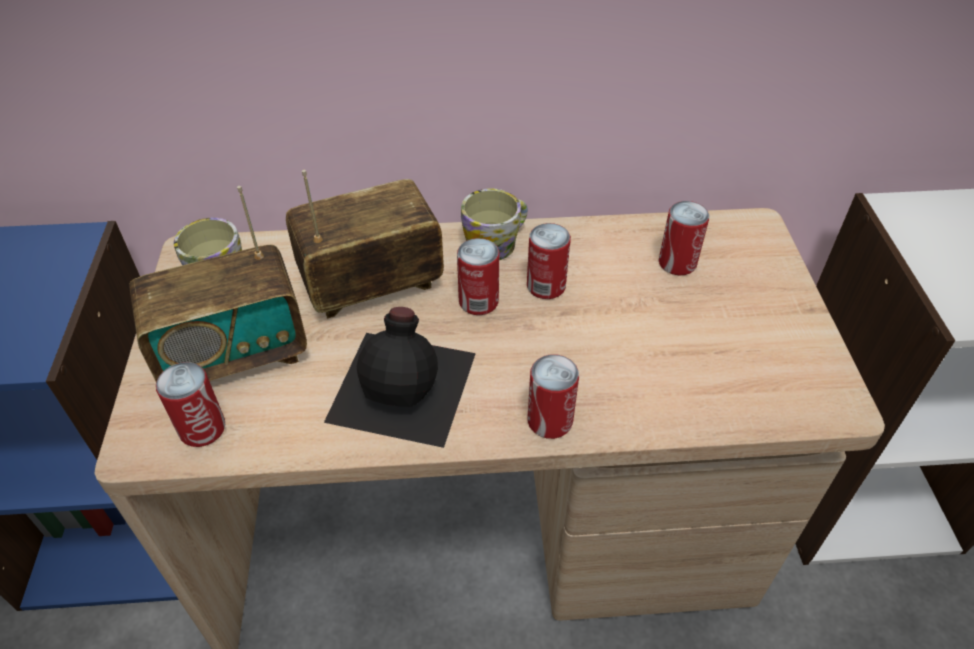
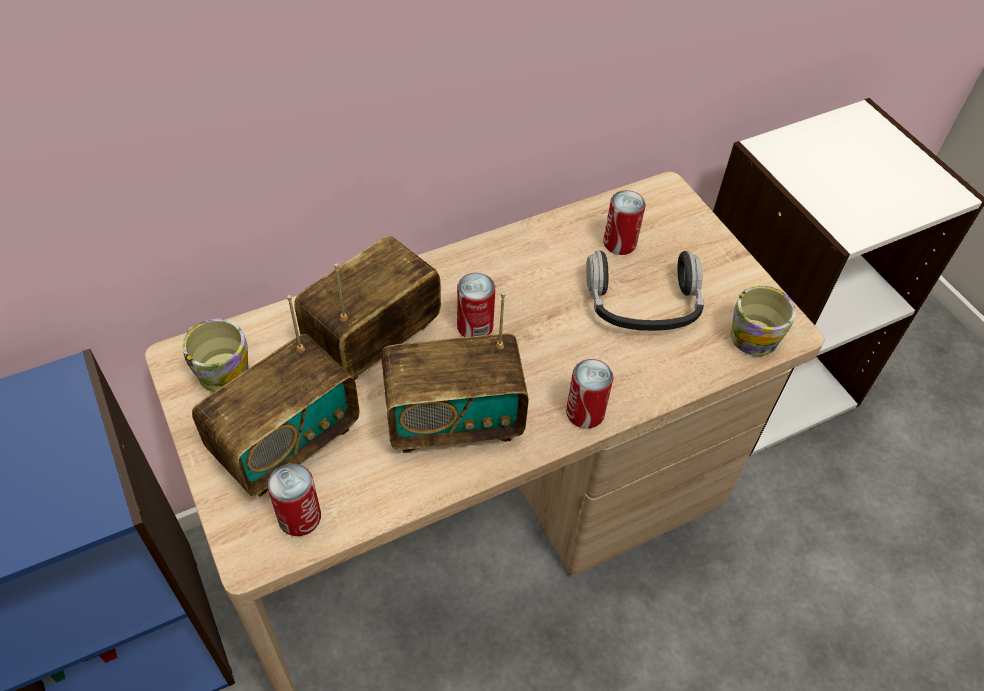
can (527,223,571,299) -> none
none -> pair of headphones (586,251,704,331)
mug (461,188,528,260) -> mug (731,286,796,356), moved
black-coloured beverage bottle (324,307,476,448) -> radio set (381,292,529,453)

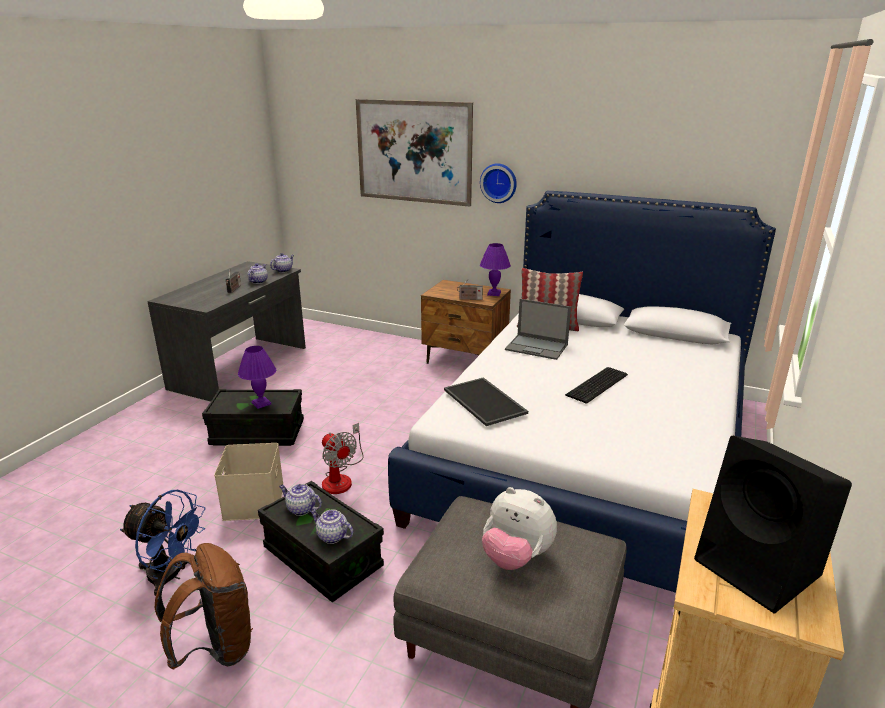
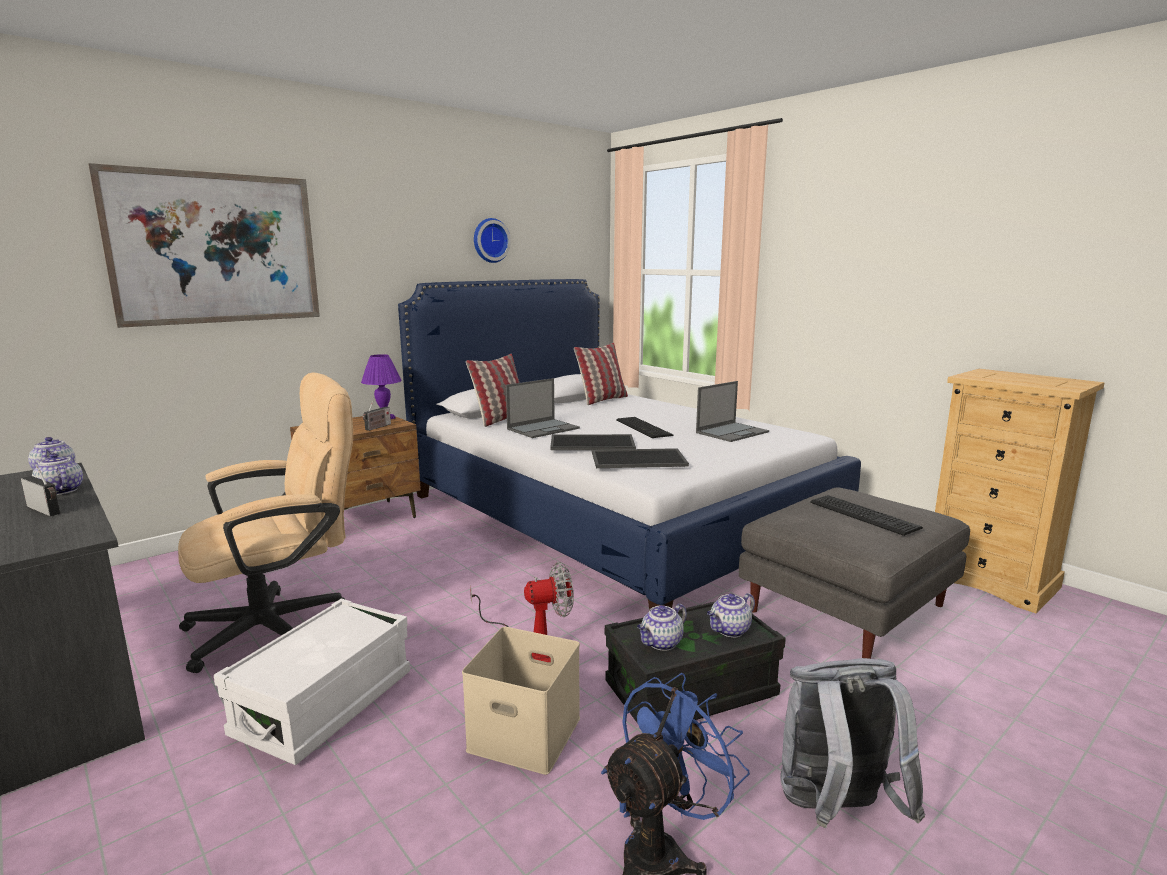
purplish table lamp (238,346,276,409) -> none
black-coloured loudspeaker (694,436,852,614) -> none
none -> sand-coloured office chair (178,372,353,673)
none -> carrying tray (550,434,636,450)
none -> cushion (574,343,628,405)
none -> laptop (696,381,769,442)
clock on the wall (480,163,517,203) -> clock on the wall (474,218,511,263), moved
cuddly toy (482,487,557,570) -> keyboard (810,495,923,536)
brown backpack (155,543,253,670) -> gray backpack (780,658,925,828)
black-coloured storage box (202,389,304,446) -> white-coloured storage box (214,598,410,765)

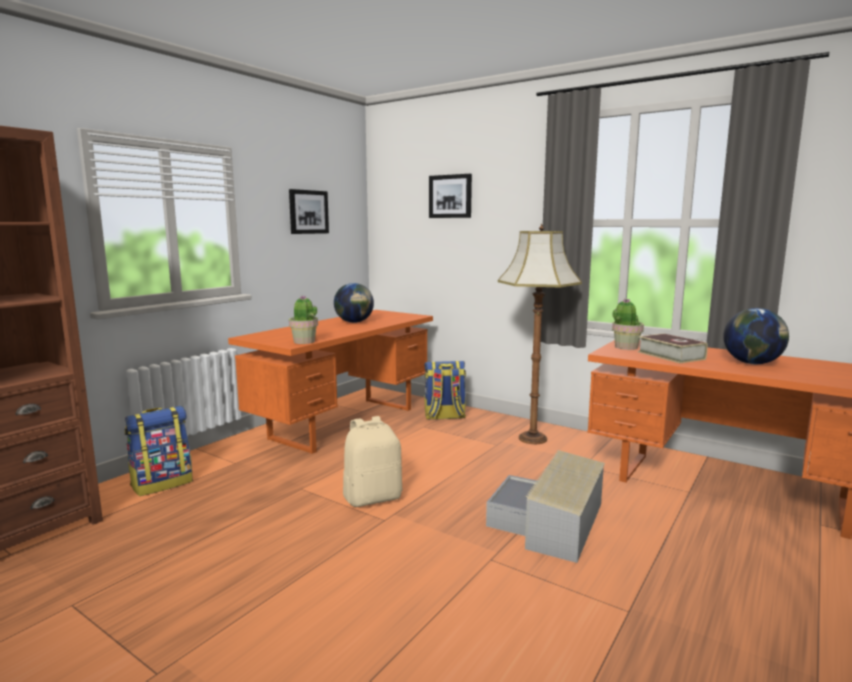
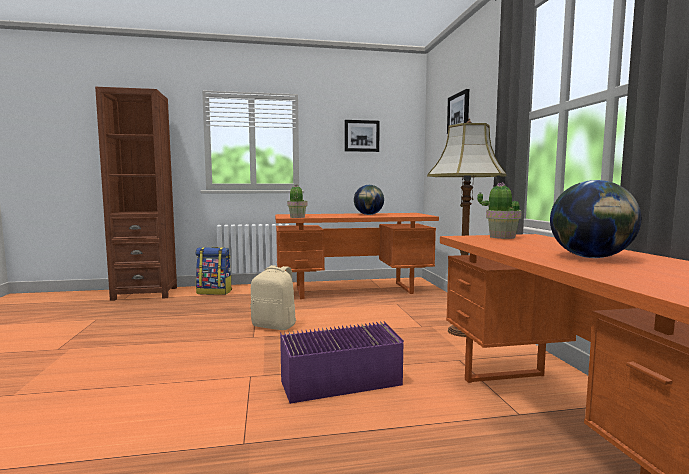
backpack (425,361,466,420) -> none
volume (638,333,708,363) -> none
gray storage box (486,450,605,563) -> purplish storage box (280,321,404,404)

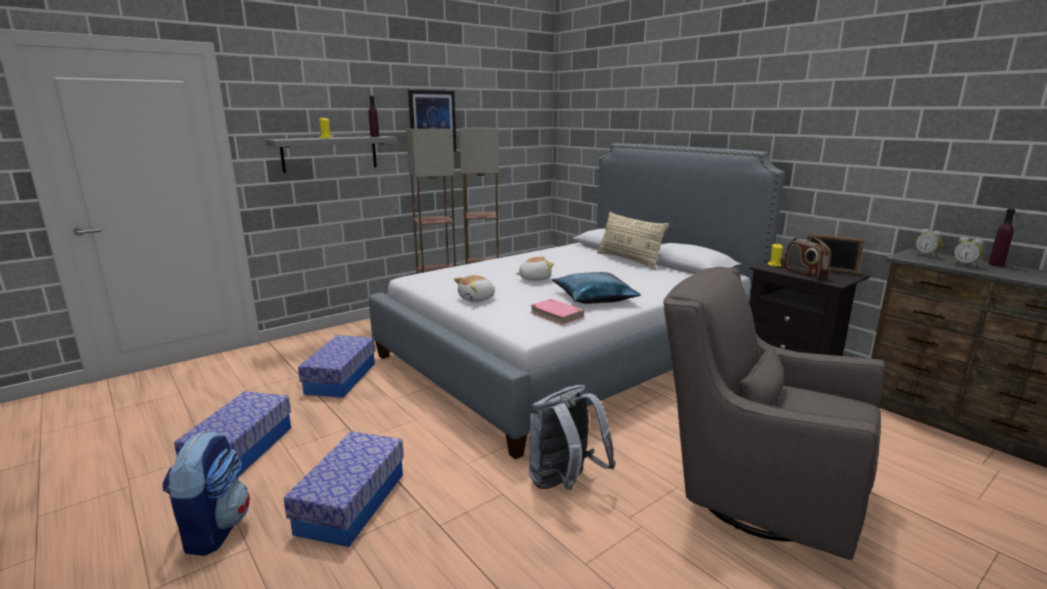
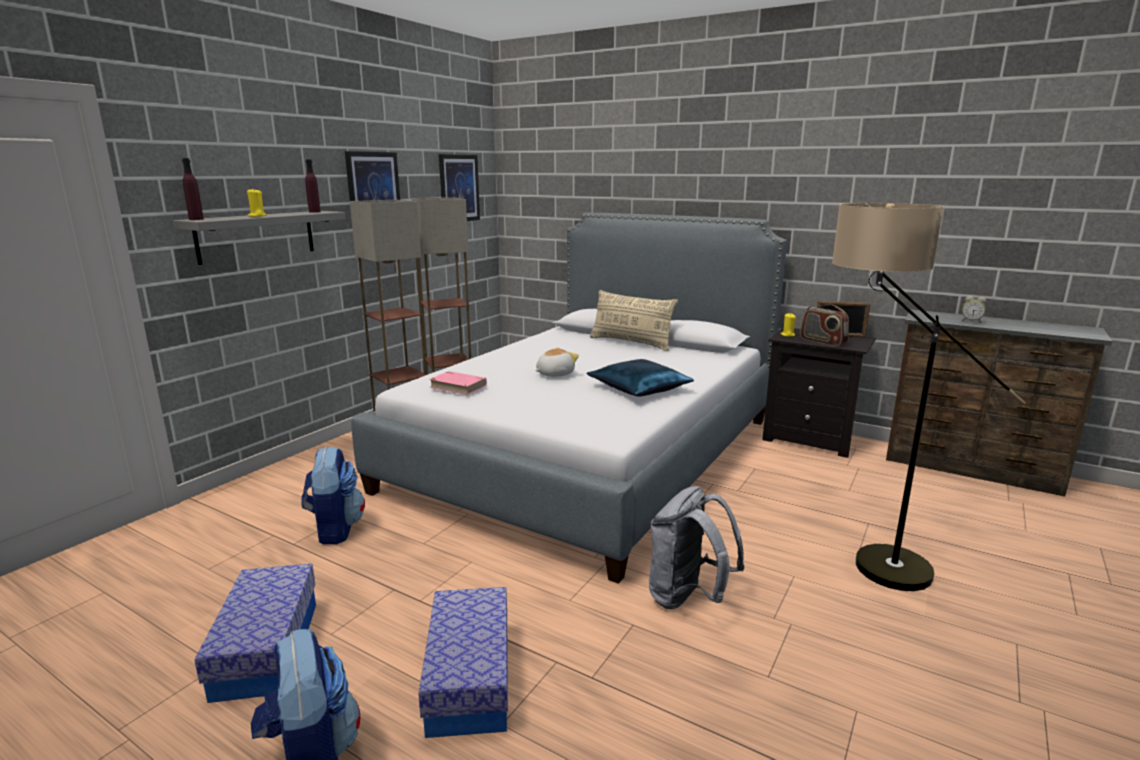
cuddly toy (454,275,495,302) -> none
table clock (915,229,942,258) -> none
none -> wall art (439,154,480,221)
pink volume (530,299,584,325) -> pink volume (429,371,487,395), moved
purplish beverage bottle (989,209,1015,267) -> purplish beverage bottle (182,158,204,220), moved
storage box (298,335,375,398) -> backpack (301,446,365,544)
gray armchair (663,267,885,560) -> standard lamp (832,203,1025,591)

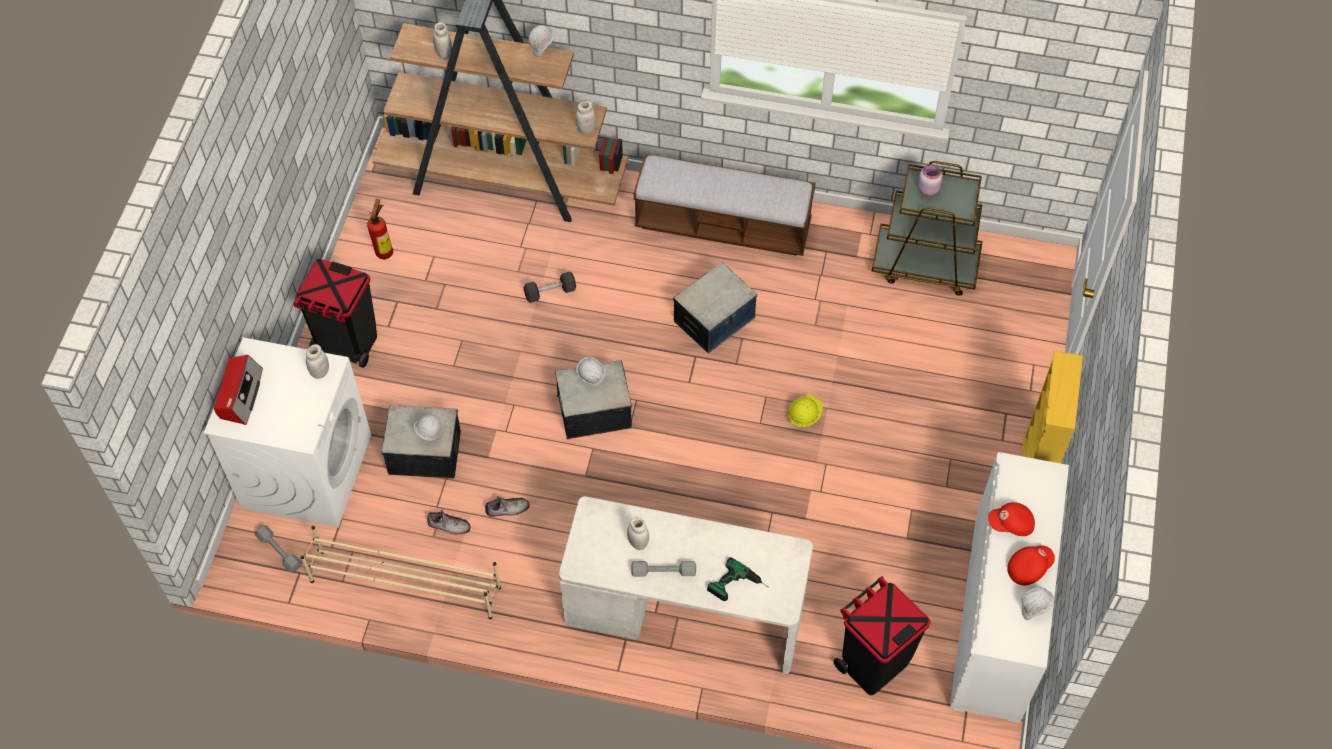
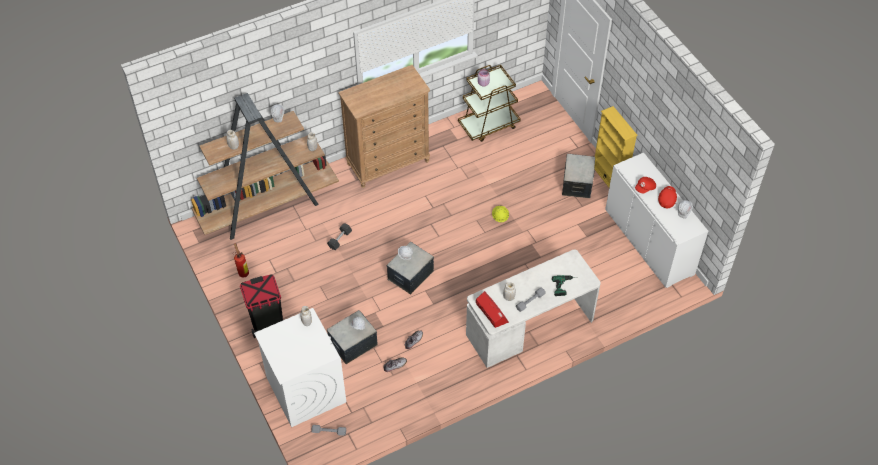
sand-coloured shoe stand (301,526,501,619) -> none
black-coloured rubbish bin (834,576,931,695) -> none
radio set (214,355,263,425) -> radio set (476,291,509,328), moved
storage box (673,263,757,353) -> storage box (562,154,595,198), moved
bench (634,154,816,256) -> brown dresser (338,65,430,188)

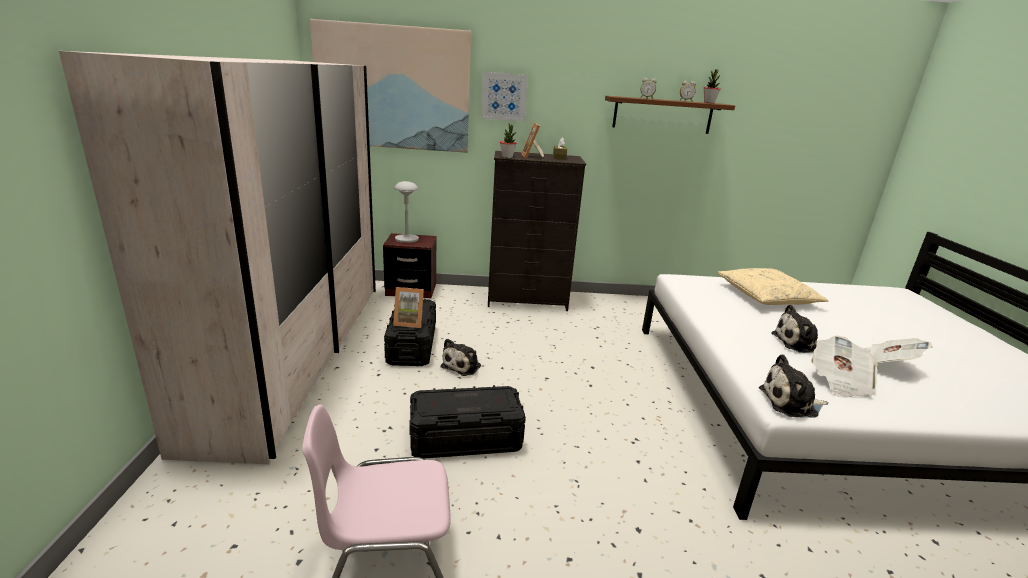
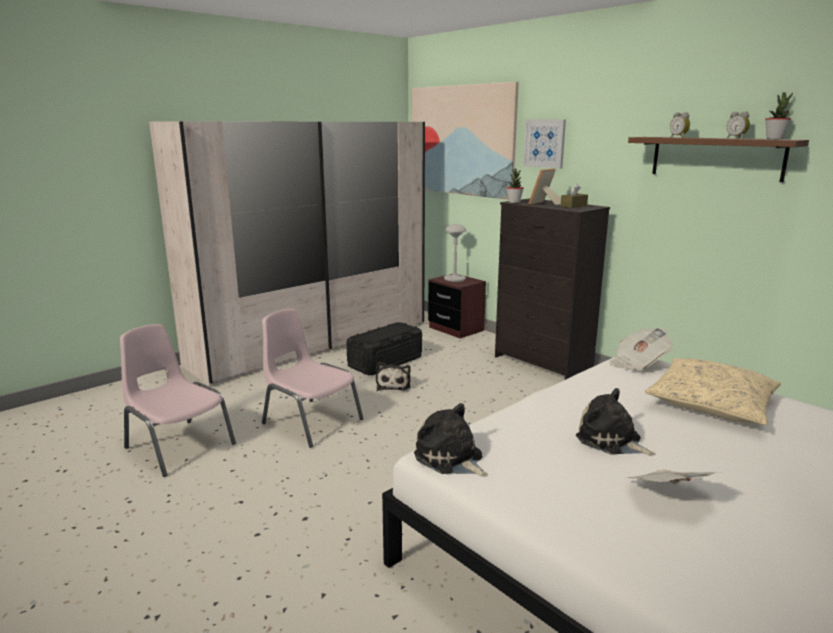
picture frame (393,287,424,328) -> none
printed paper (811,336,878,398) -> printed paper (609,328,673,371), moved
black-coloured storage box (409,385,526,459) -> pink chair (262,309,364,448)
cuddly toy (441,339,481,376) -> cuddly toy (376,362,411,391), 75 degrees counterclockwise

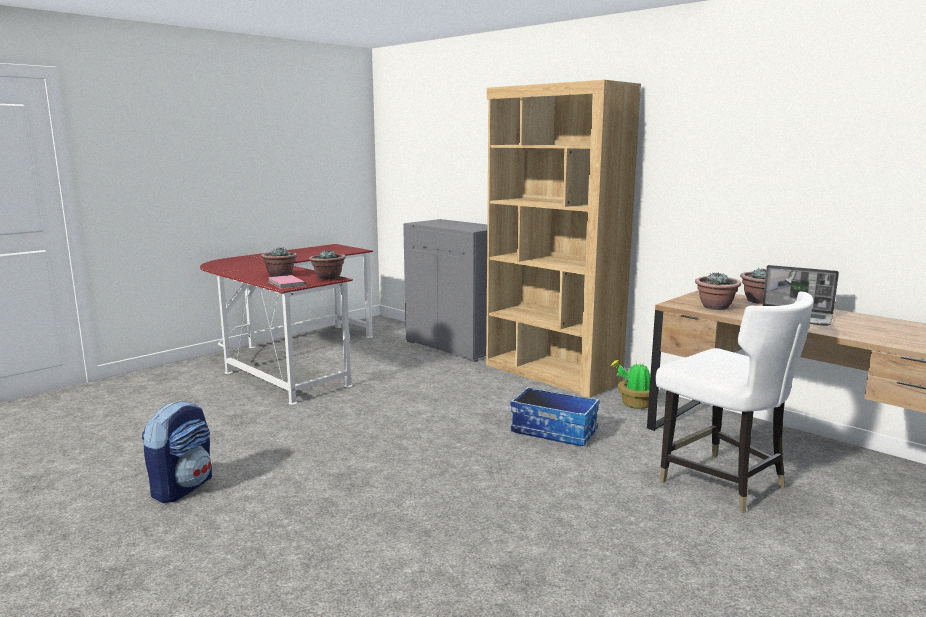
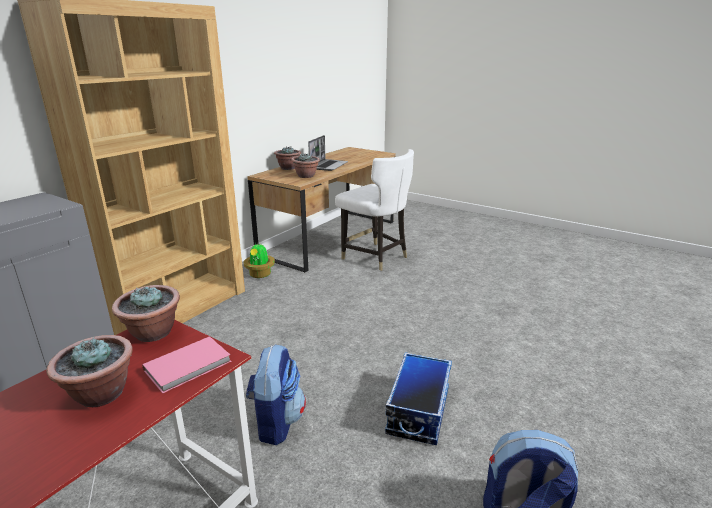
none -> backpack (246,345,306,445)
storage box (510,387,600,446) -> storage box (385,352,452,445), moved
white-coloured chair (656,292,813,513) -> white-coloured chair (335,149,414,271), 90 degrees clockwise

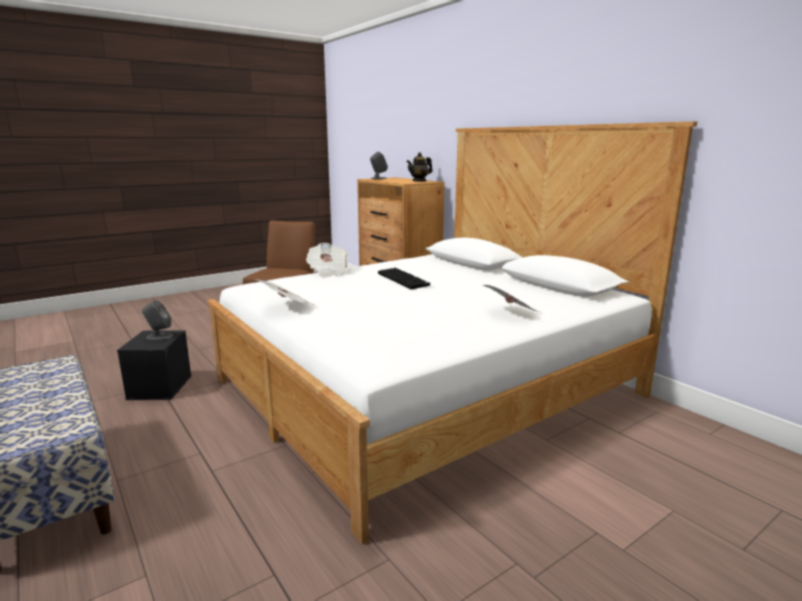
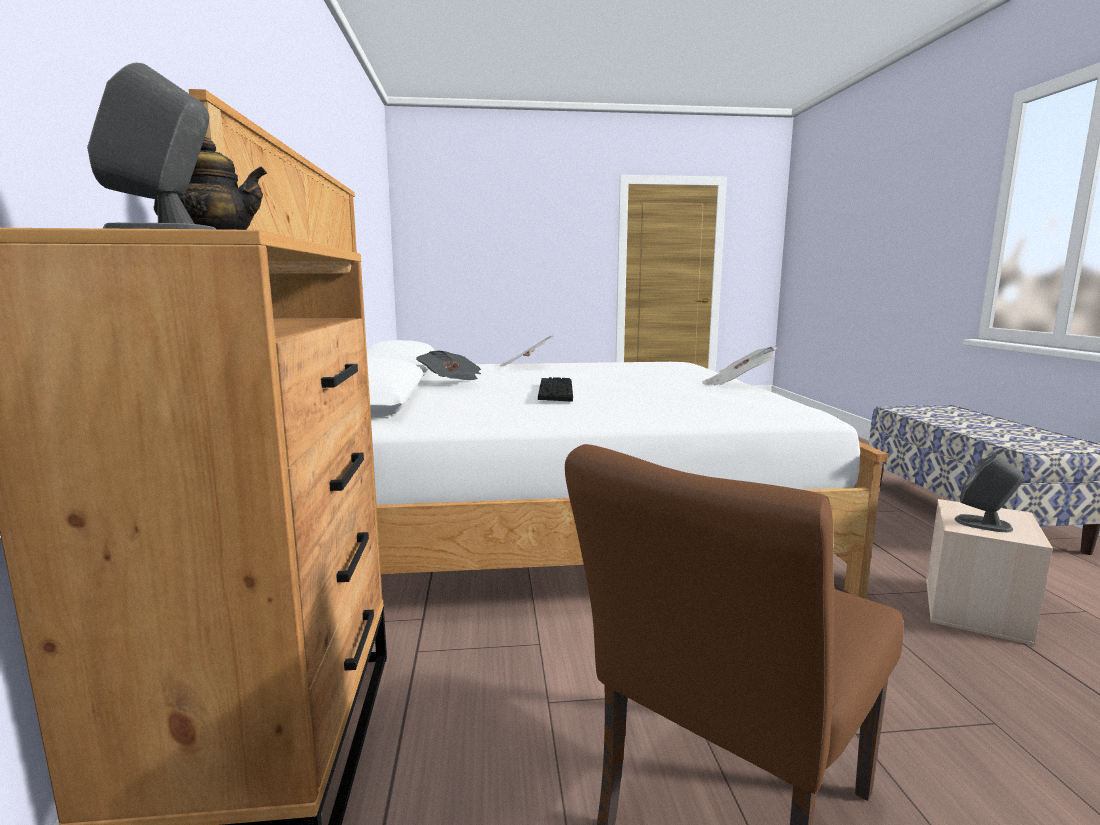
printed paper (306,243,348,277) -> printed paper (416,351,481,380), moved
black-coloured storage box (117,330,191,400) -> sand-coloured storage box (926,499,1053,646)

